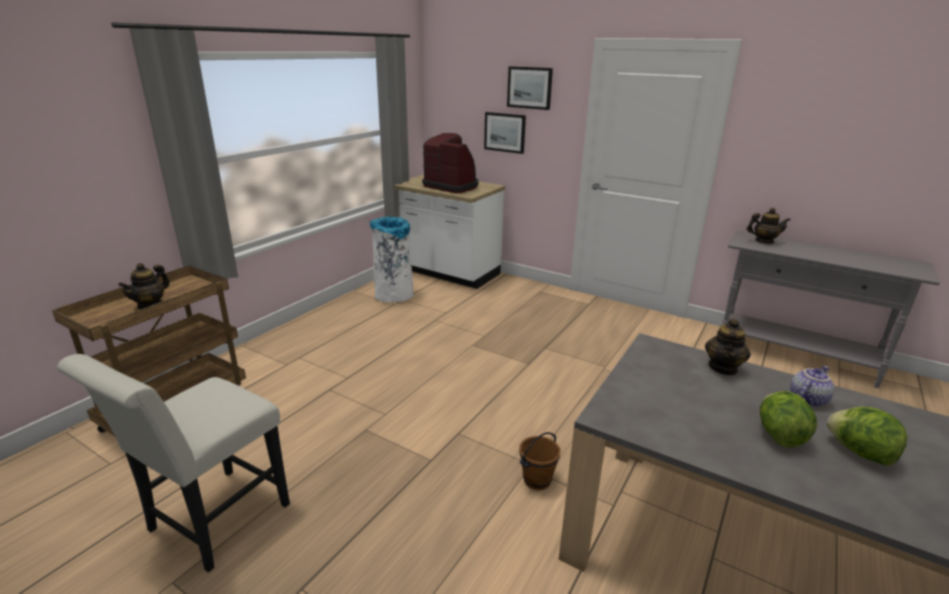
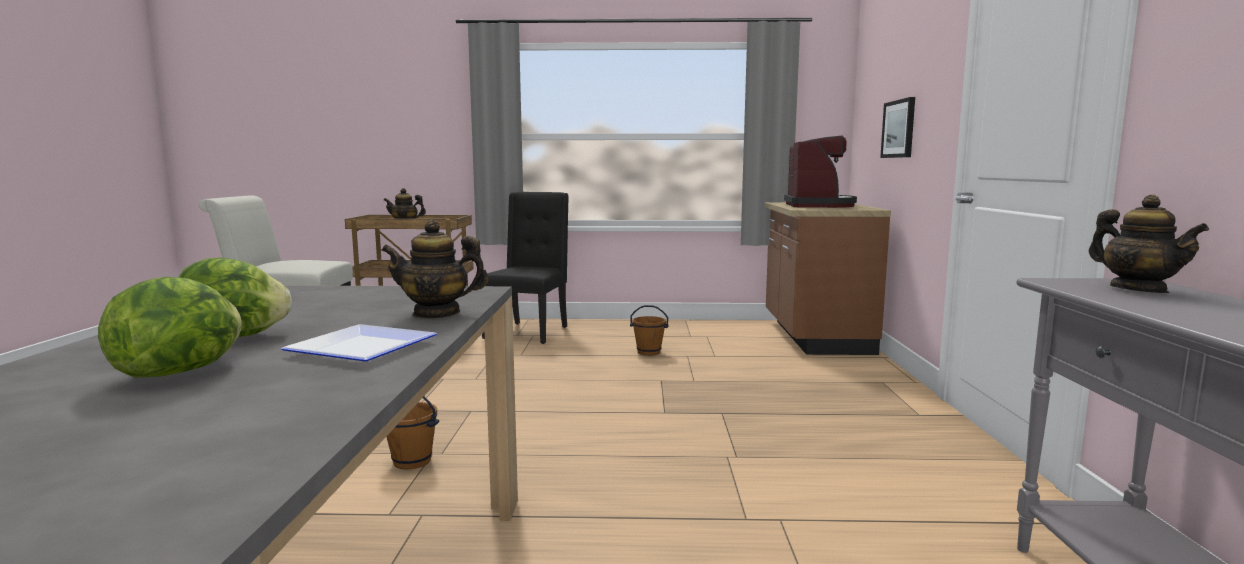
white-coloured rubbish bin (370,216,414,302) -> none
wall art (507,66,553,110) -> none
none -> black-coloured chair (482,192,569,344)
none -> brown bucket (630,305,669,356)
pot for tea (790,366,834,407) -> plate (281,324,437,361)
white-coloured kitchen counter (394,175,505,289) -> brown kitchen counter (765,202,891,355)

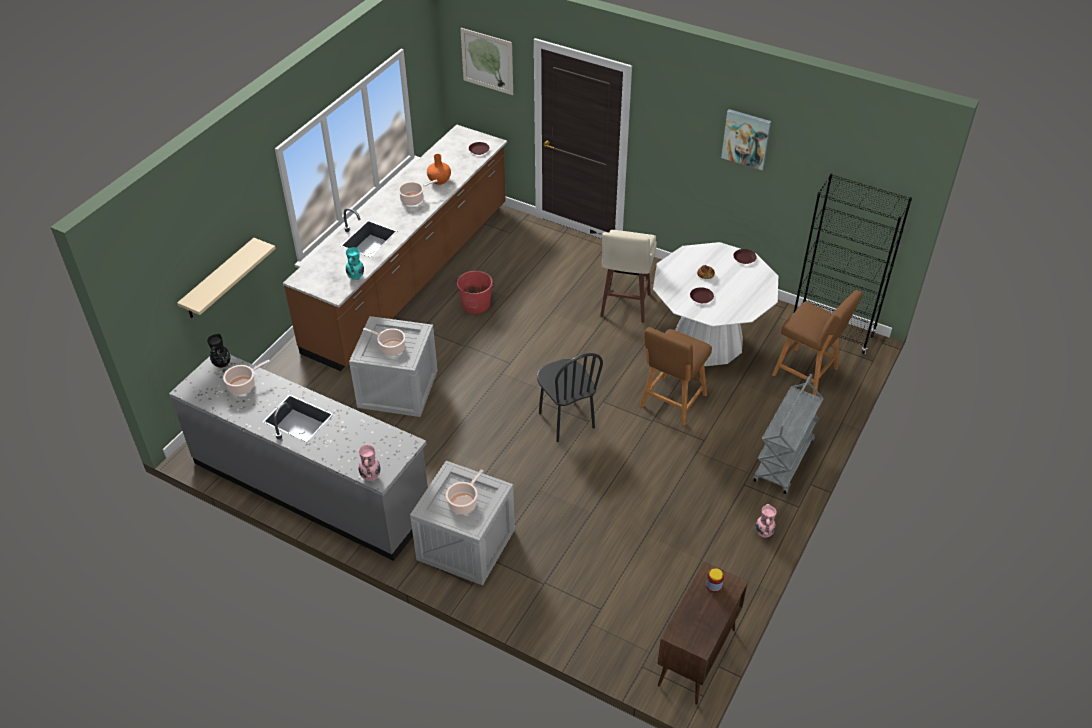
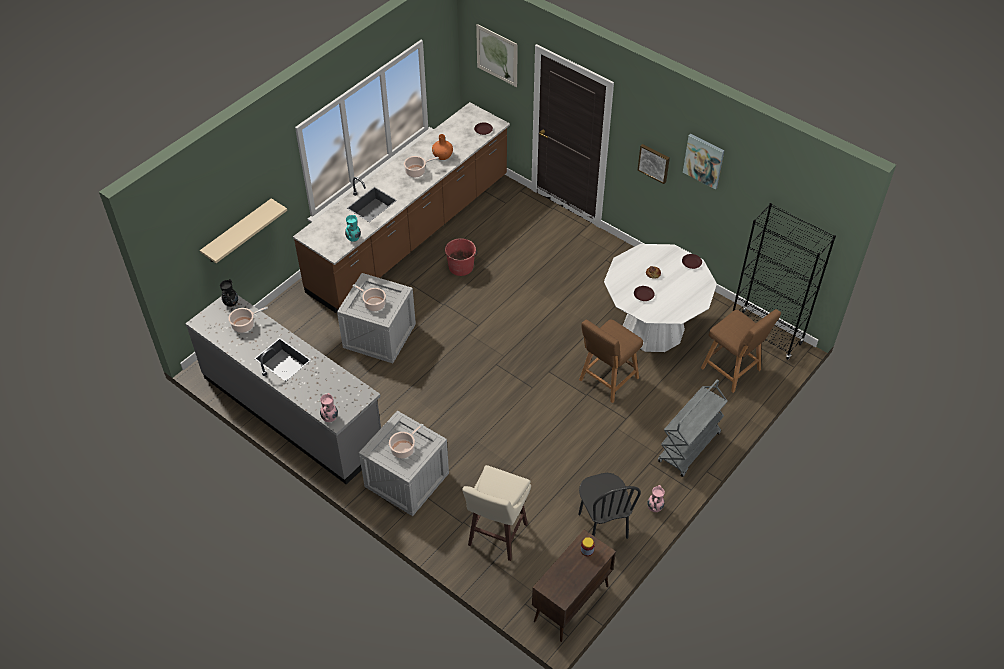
none -> wall art (638,144,670,184)
black-coloured chair (537,353,603,442) -> black-coloured chair (578,473,641,539), moved
sand-coloured sitting stool (600,230,657,323) -> sand-coloured sitting stool (462,465,531,561), moved

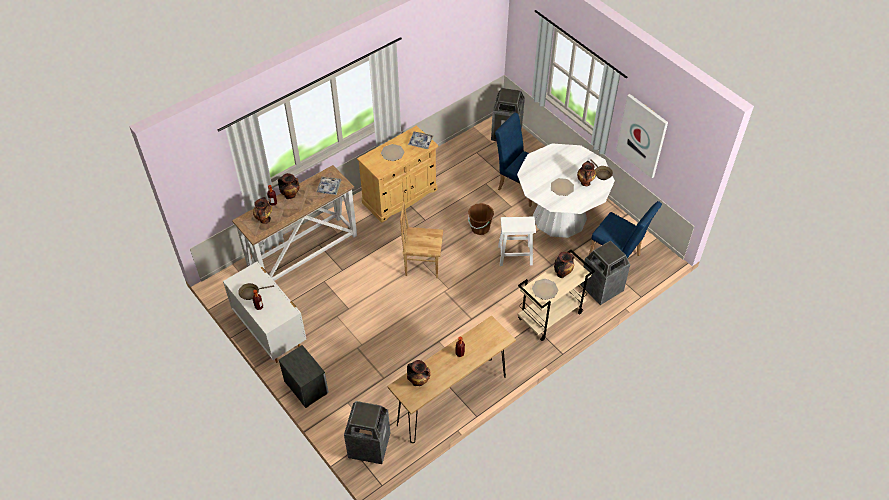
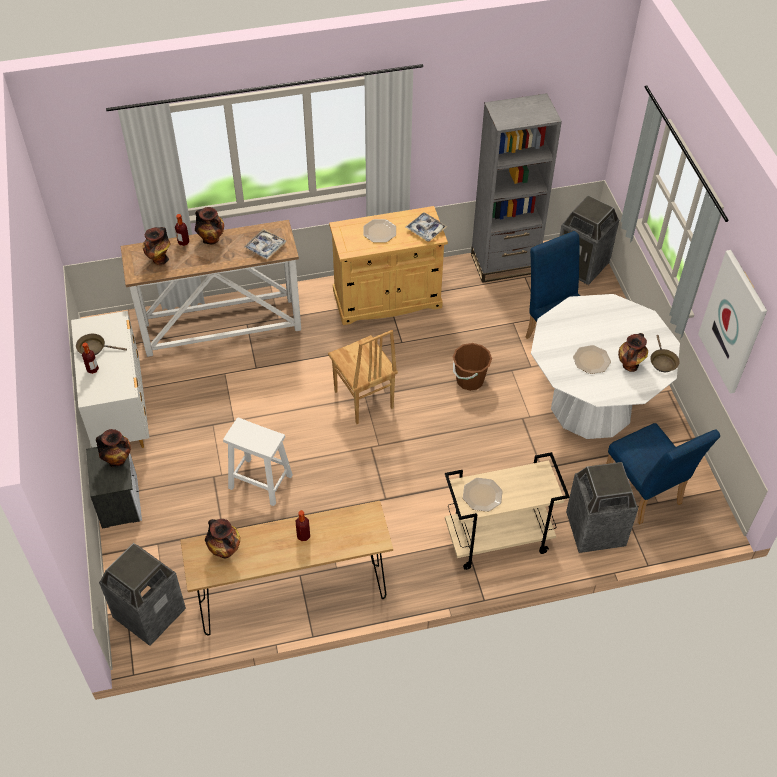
none -> gray bookshelf (471,93,562,283)
white-coloured sitting stool (498,216,536,266) -> white-coloured sitting stool (223,417,293,506), moved
decorative vase (554,252,575,278) -> decorative vase (96,429,131,467), moved
brown chair (400,201,443,278) -> brown chair (328,330,398,424), 150 degrees counterclockwise

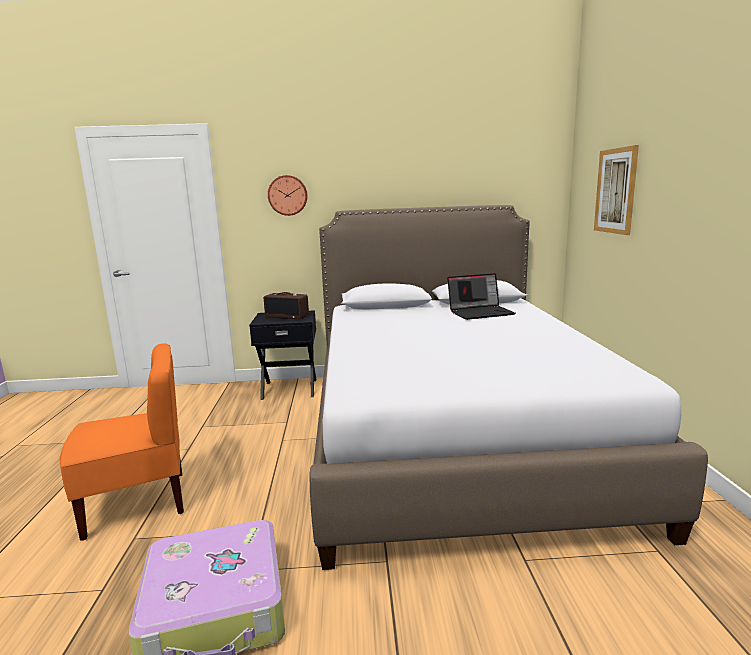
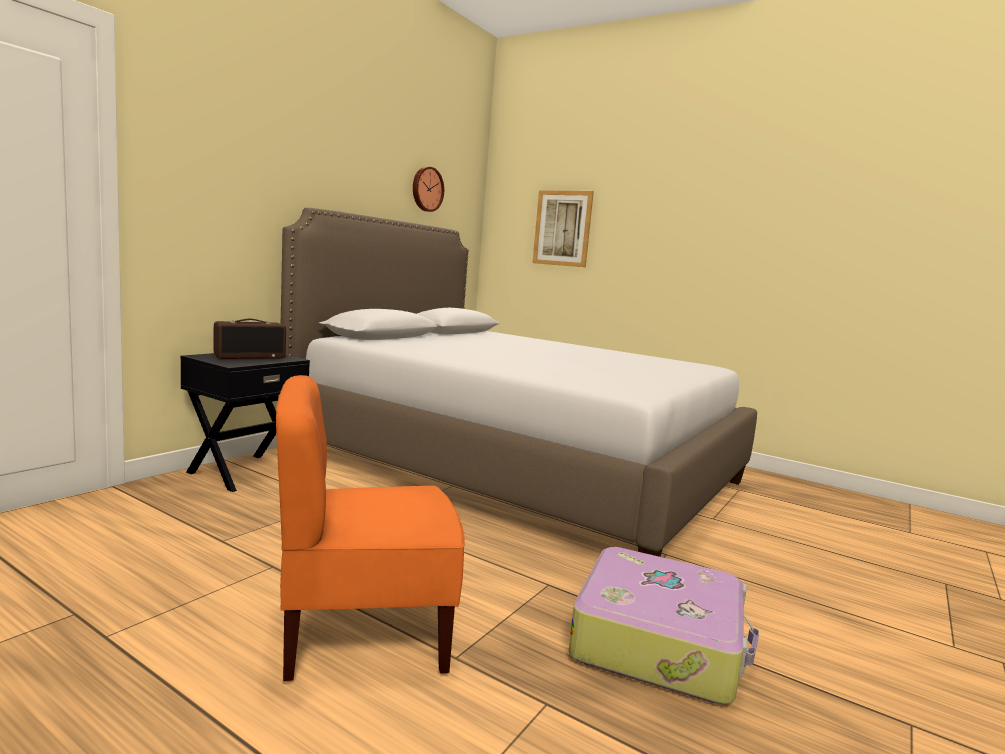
laptop (447,273,515,320) -> none
clock on the wall (268,175,307,216) -> clock on the wall (413,167,444,212), moved
orange chair (60,344,184,541) -> orange chair (276,375,465,682), 120 degrees counterclockwise

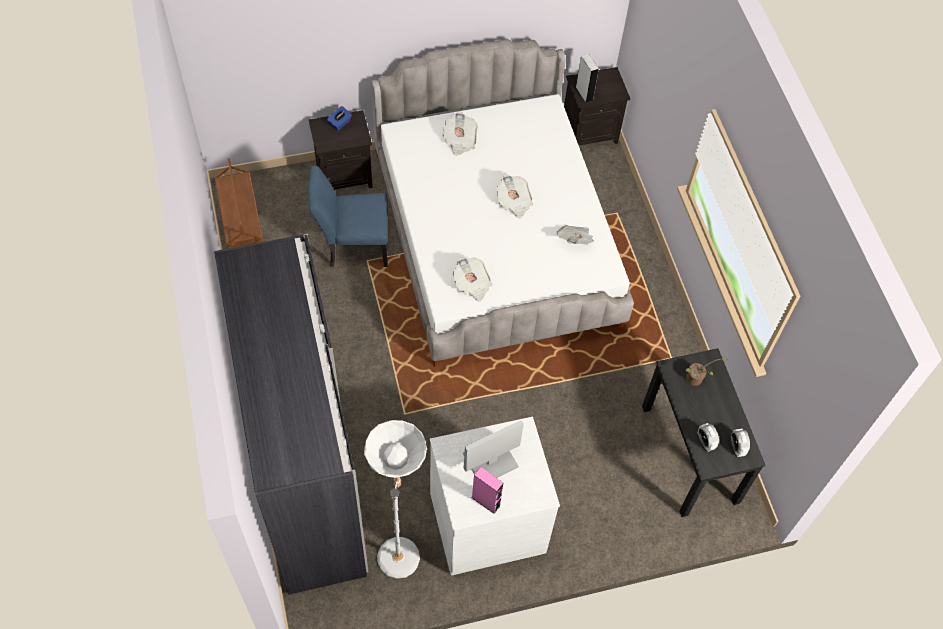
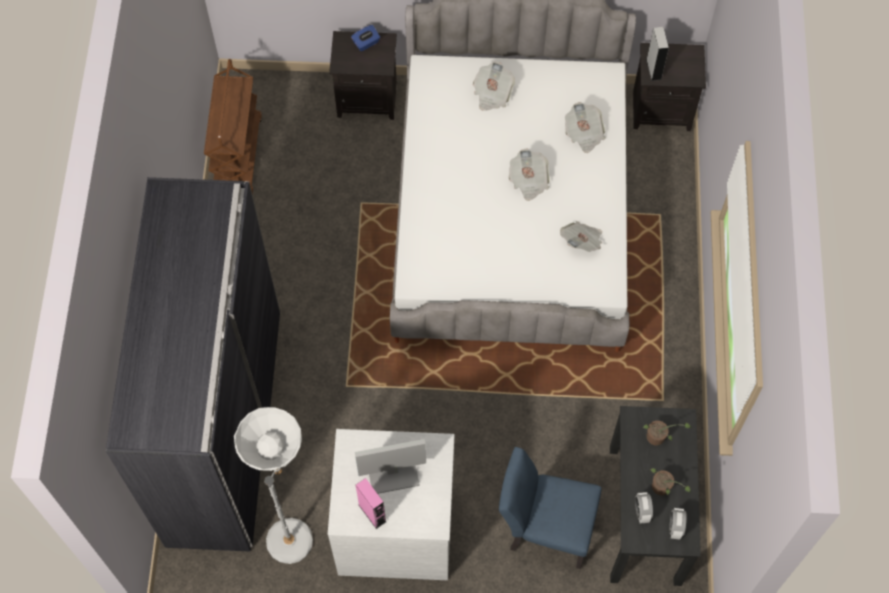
none -> plant in a pot (650,468,691,495)
blue chair (308,166,388,267) -> blue chair (499,447,602,569), moved
printed paper (453,257,492,302) -> printed paper (565,102,606,153), moved

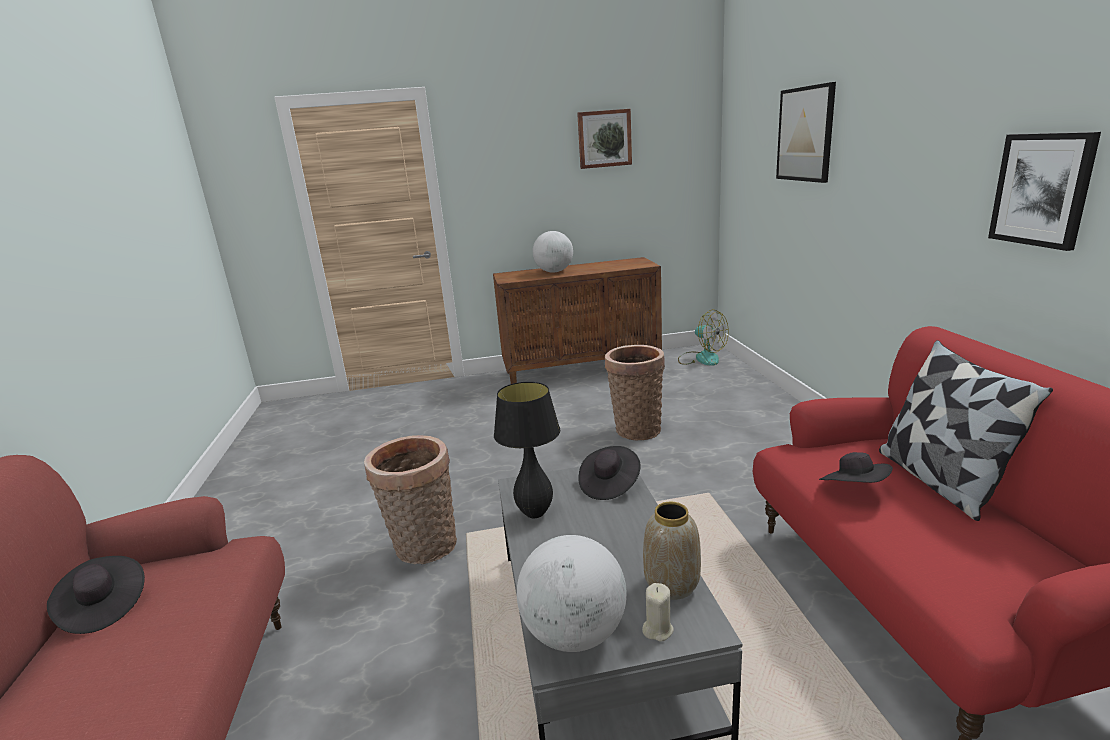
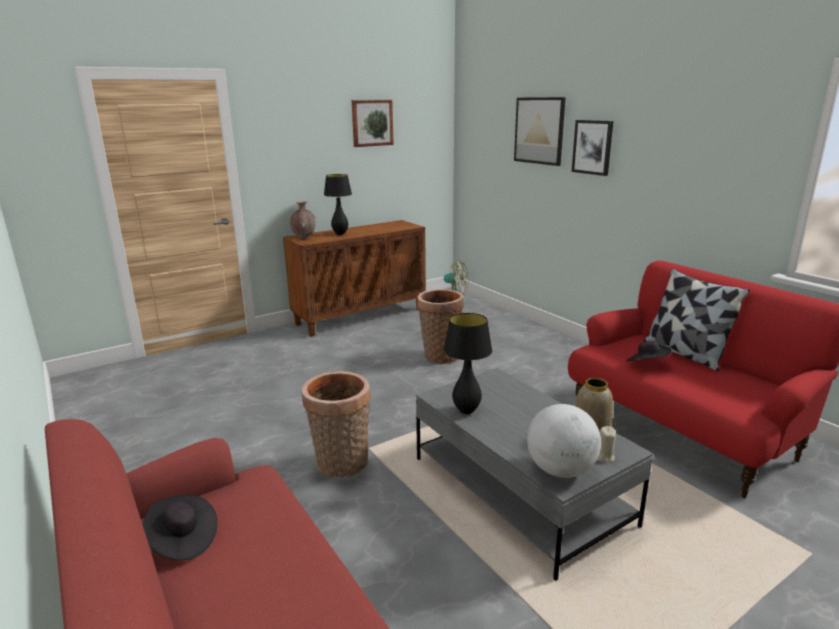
black-coloured wearable hat (578,446,641,500) -> none
none -> brown decorative vase (290,202,316,239)
wall art (988,132,1101,251) -> wall art (572,120,613,176), moved
world globe (532,231,573,273) -> black-coloured table lamp (324,174,352,235)

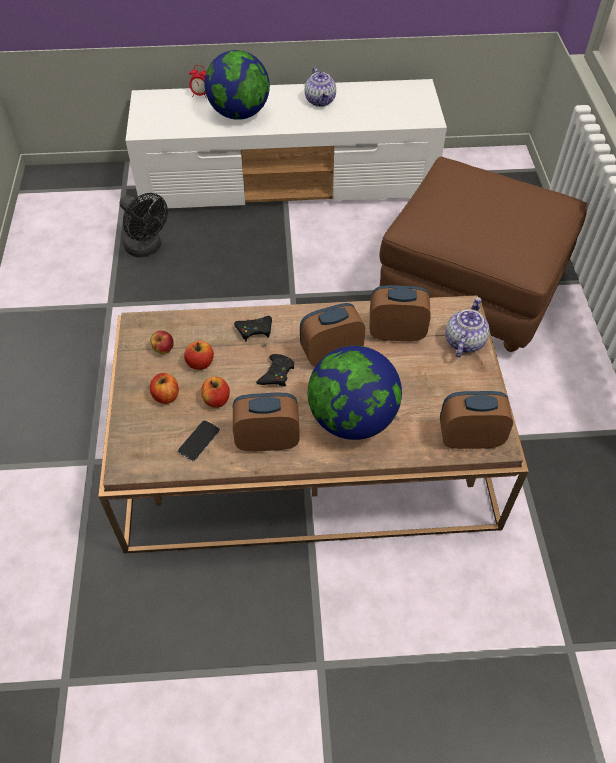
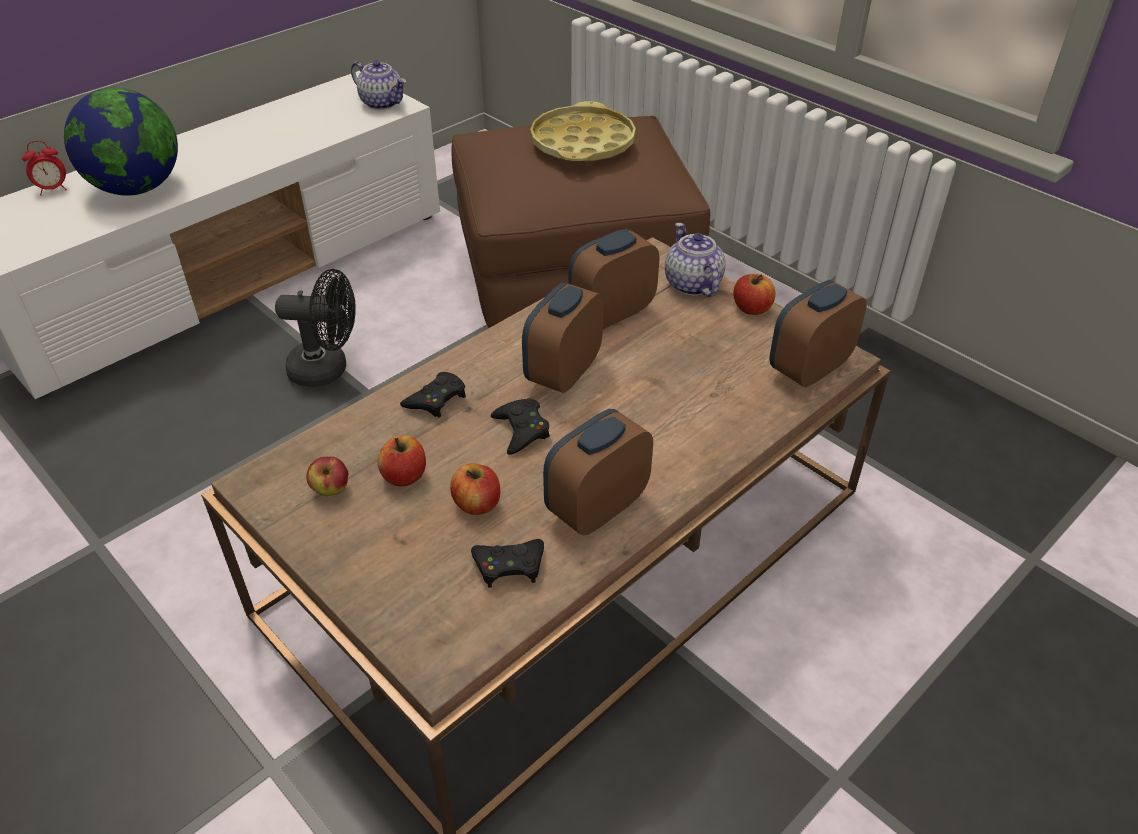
world globe (308,346,402,440) -> none
none -> yellow carrying tray (530,101,636,161)
black-coloured cooling fan (120,193,168,257) -> black-coloured cooling fan (275,269,356,387), moved
apple fruit (150,373,179,404) -> apple fruit (733,274,775,315), moved
pot for tea (305,67,336,107) -> pot for tea (351,60,406,110), moved
handset (177,420,220,462) -> black-coloured game controller (471,539,544,588)

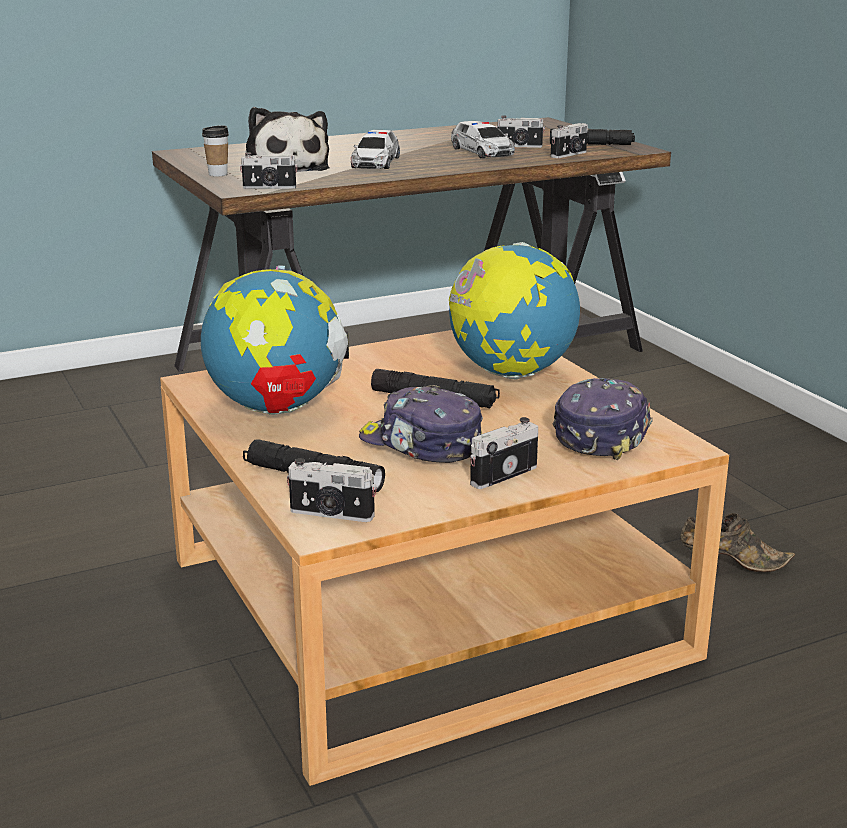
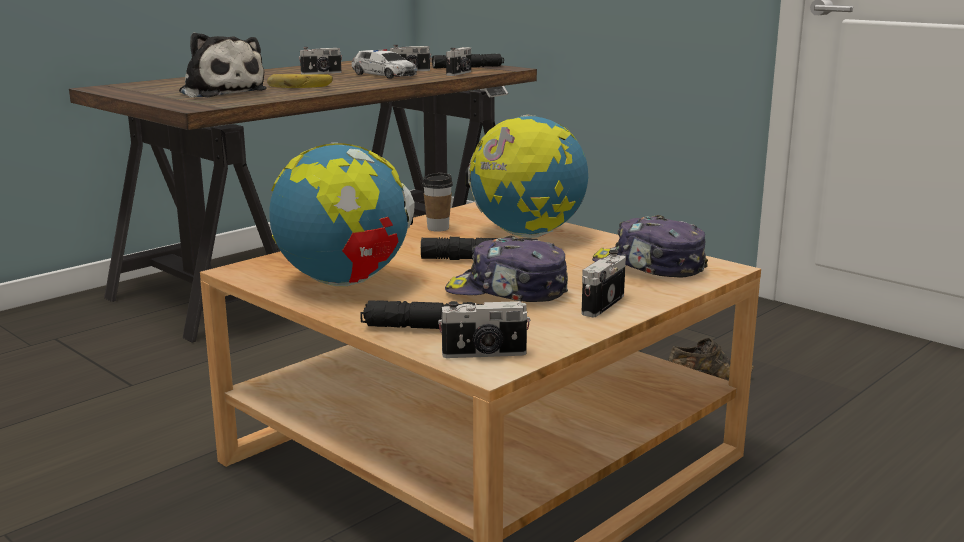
small cup (202,125,229,177) -> small cup (422,173,453,232), moved
still camera (240,152,298,189) -> still camera (299,47,342,74), moved
toy car (351,130,400,169) -> banana fruit (267,74,333,88)
peaked cap (553,378,653,460) -> peaked cap (592,215,708,278), 60 degrees counterclockwise

